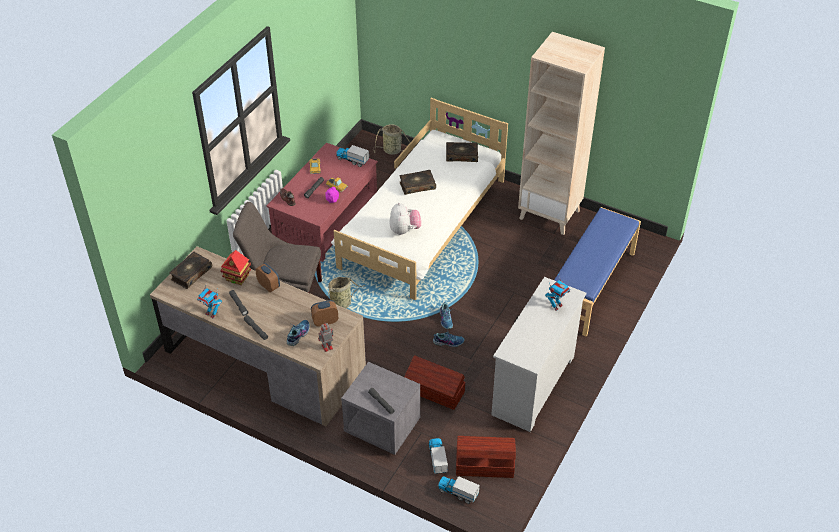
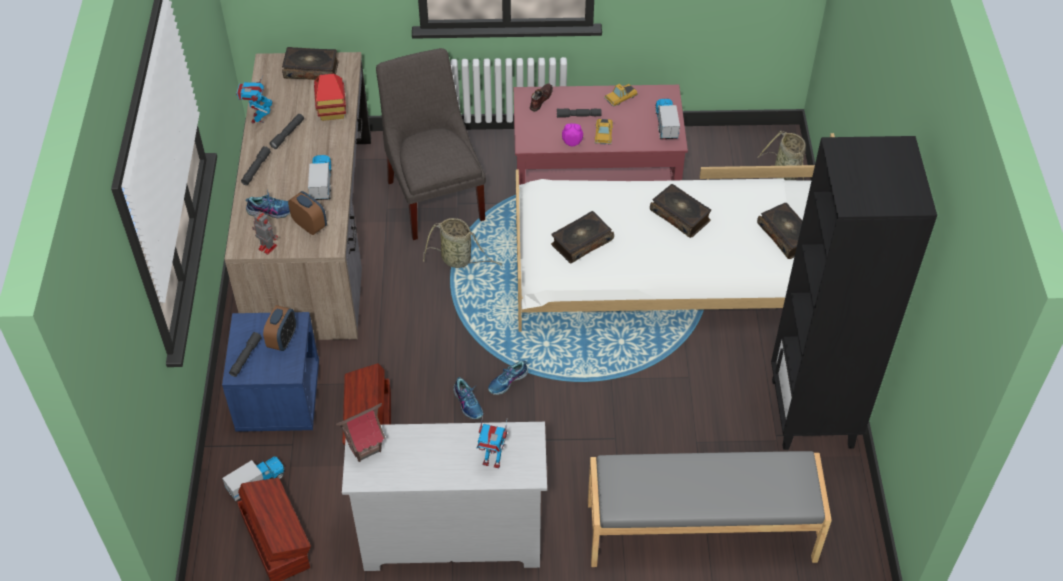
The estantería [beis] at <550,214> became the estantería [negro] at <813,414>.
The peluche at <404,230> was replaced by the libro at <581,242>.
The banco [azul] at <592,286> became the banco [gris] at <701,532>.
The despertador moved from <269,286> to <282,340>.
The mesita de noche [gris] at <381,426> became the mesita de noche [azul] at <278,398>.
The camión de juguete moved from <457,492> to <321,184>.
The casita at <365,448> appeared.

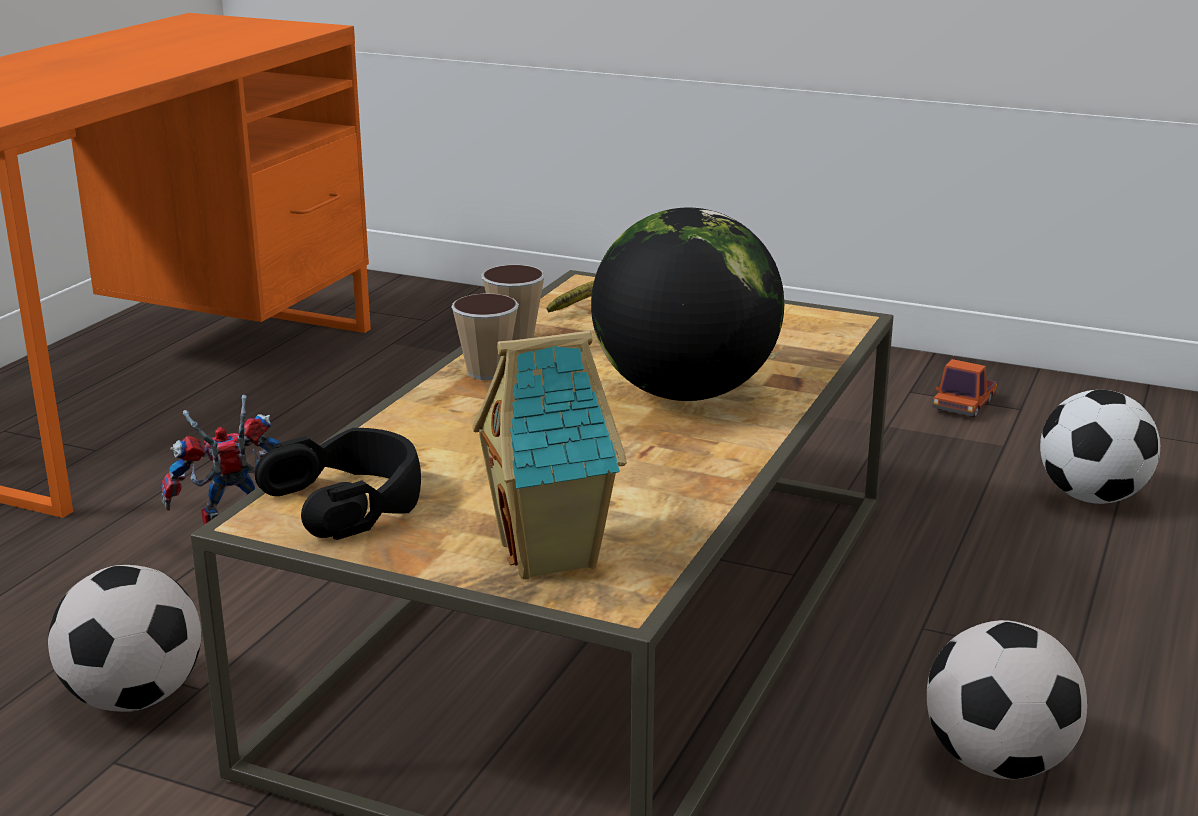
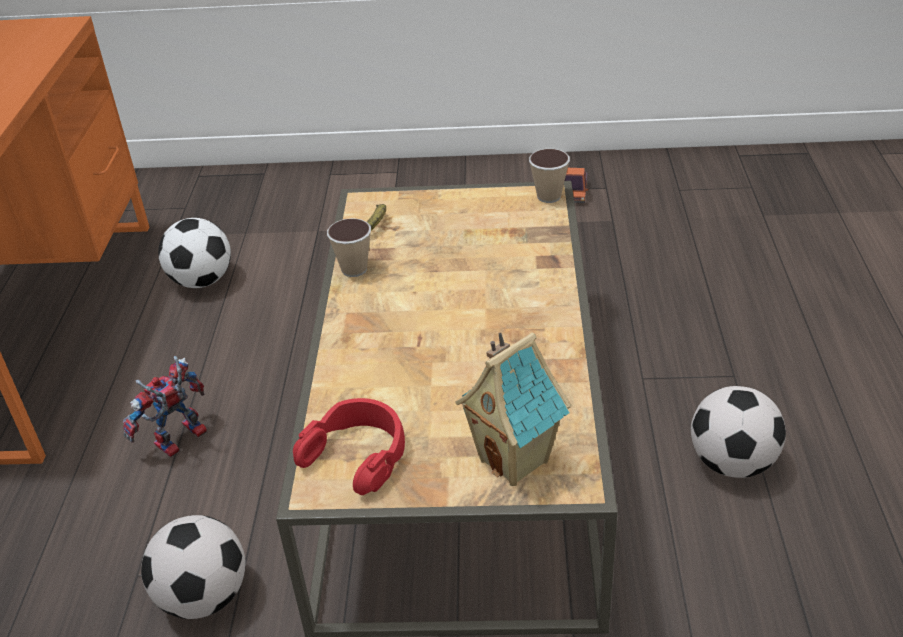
The globo terráqueo at <685,393> disappeared.
The taza moved from <487,372> to <549,196>.
The balón de fútbol moved from <1092,497> to <202,281>.
The auriculares [negro] at <348,501> became the auriculares [rojo] at <357,454>.

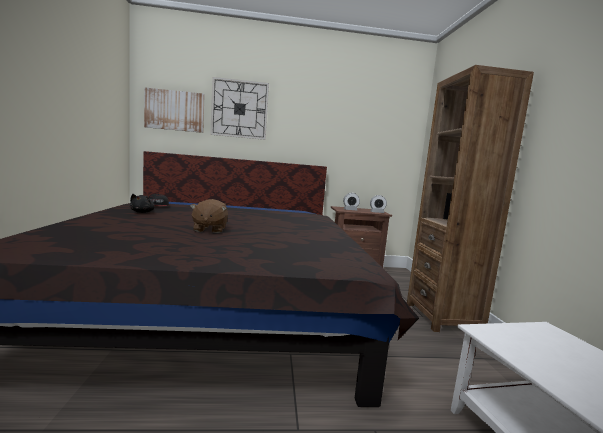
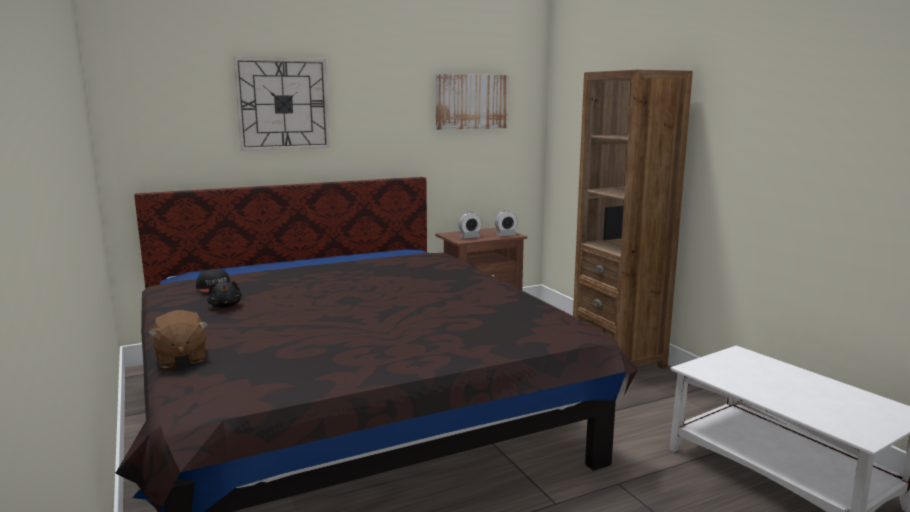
The cuadro moved from <174,110> to <471,102>.
The peluche [marrón] moved from <209,229> to <180,358>.

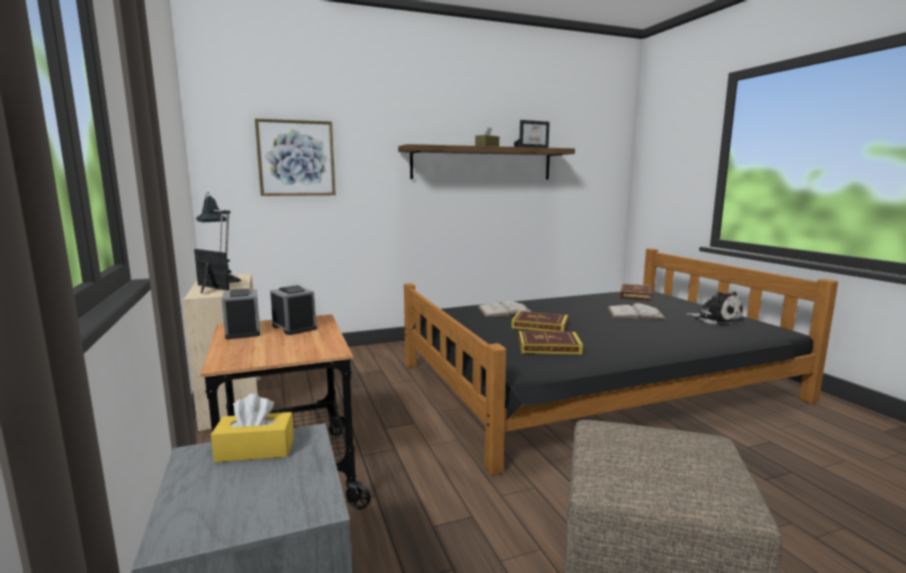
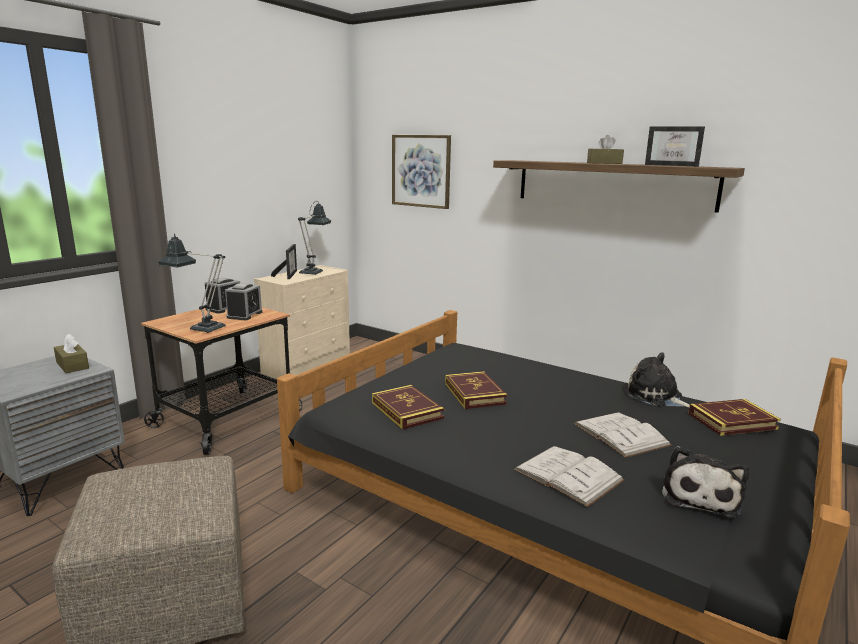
The libro [blanco] moved from <505,311> to <568,475>.
The caja de pañuelos [amarillo] at <255,450> became the caja de pañuelos [marrón] at <72,365>.
The lámpara de mesa at <202,328> appeared.
The peluche at <656,396> appeared.

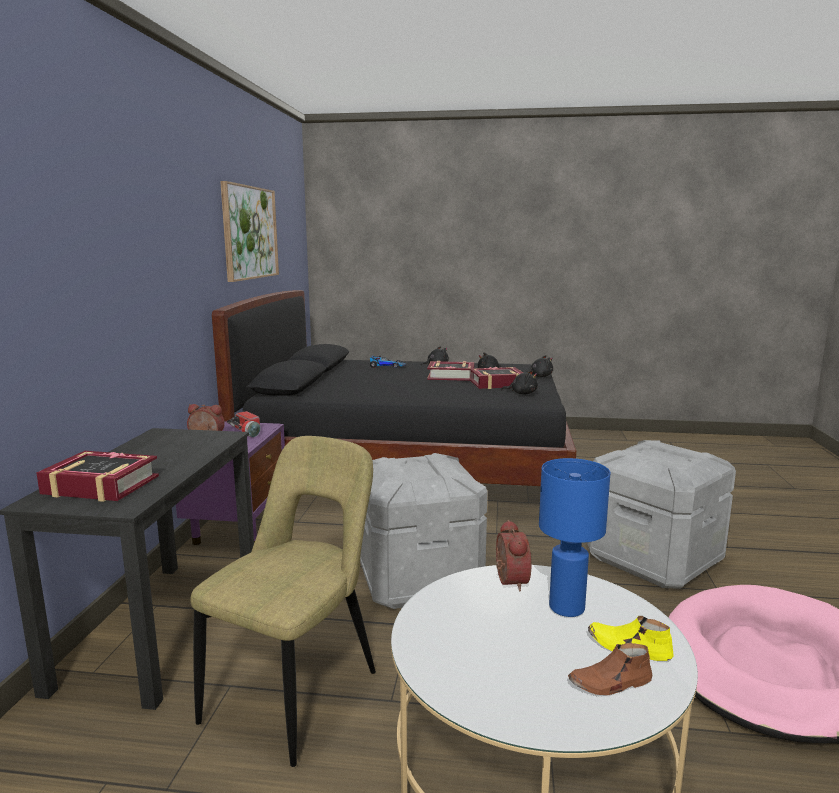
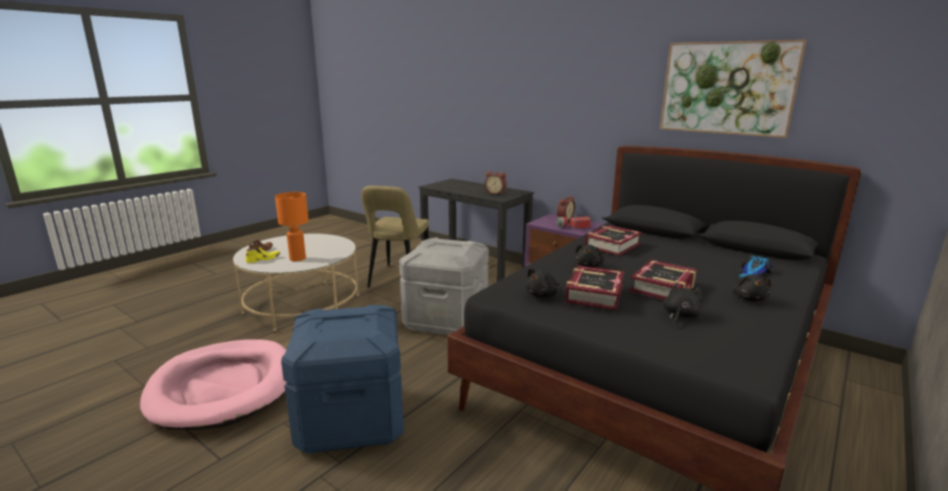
The peluche [negro] moved from <539,376> to <588,266>.
The silla [beis] at <297,691> turned 45 degrees clockwise.
The caja de almacenaje [gris] at <654,559> became the caja de almacenaje [azul] at <351,420>.
The libro moved from <100,485> to <612,245>.
The lámpara de mesa [azul] at <566,607> became the lámpara de mesa [naranja] at <298,259>.
The despertador moved from <508,581> to <495,193>.

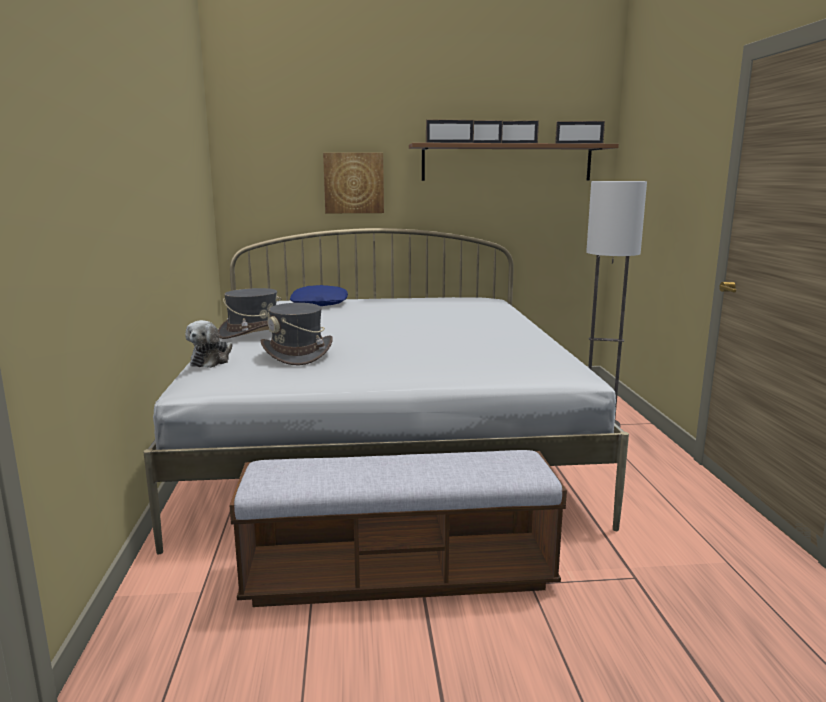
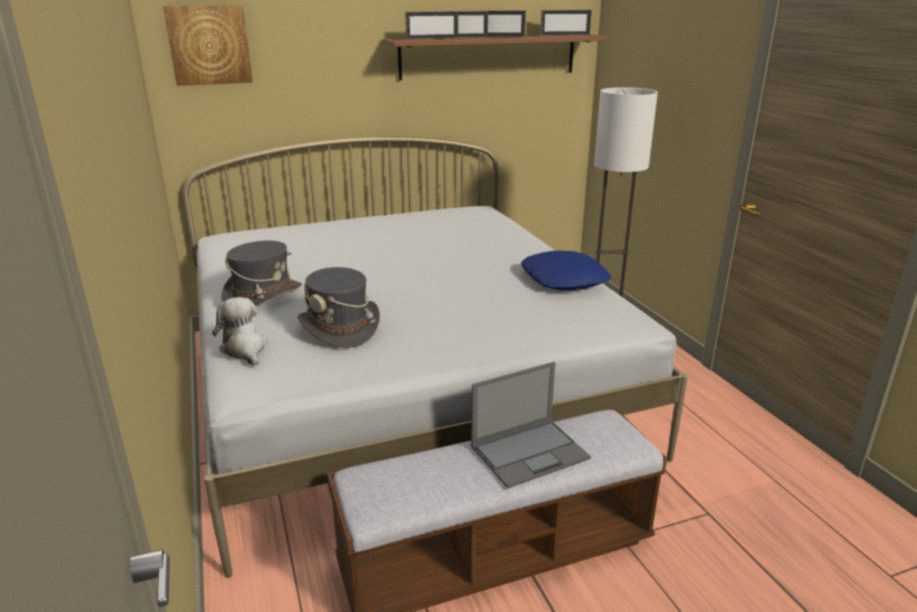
The cuadro moved from <354,183> to <209,45>.
The cojín [azul] moved from <320,303> to <564,279>.
The peluche at <211,360> turned 150 degrees clockwise.
The portátil at <530,452> appeared.

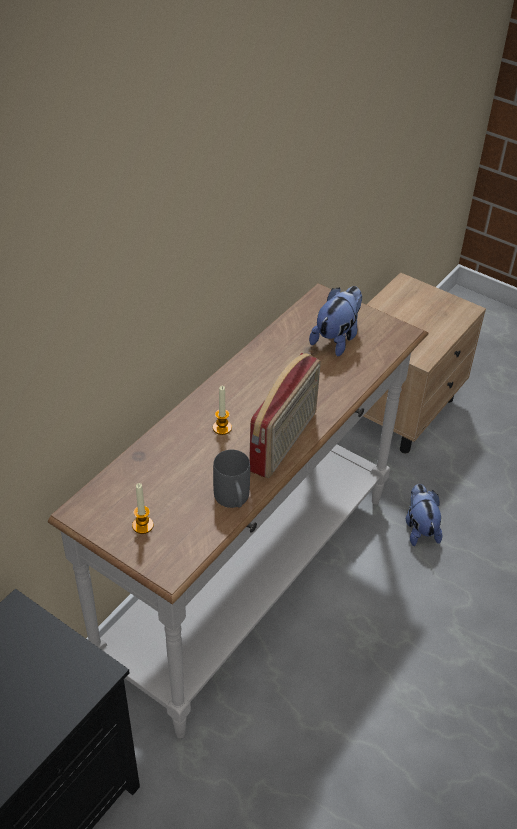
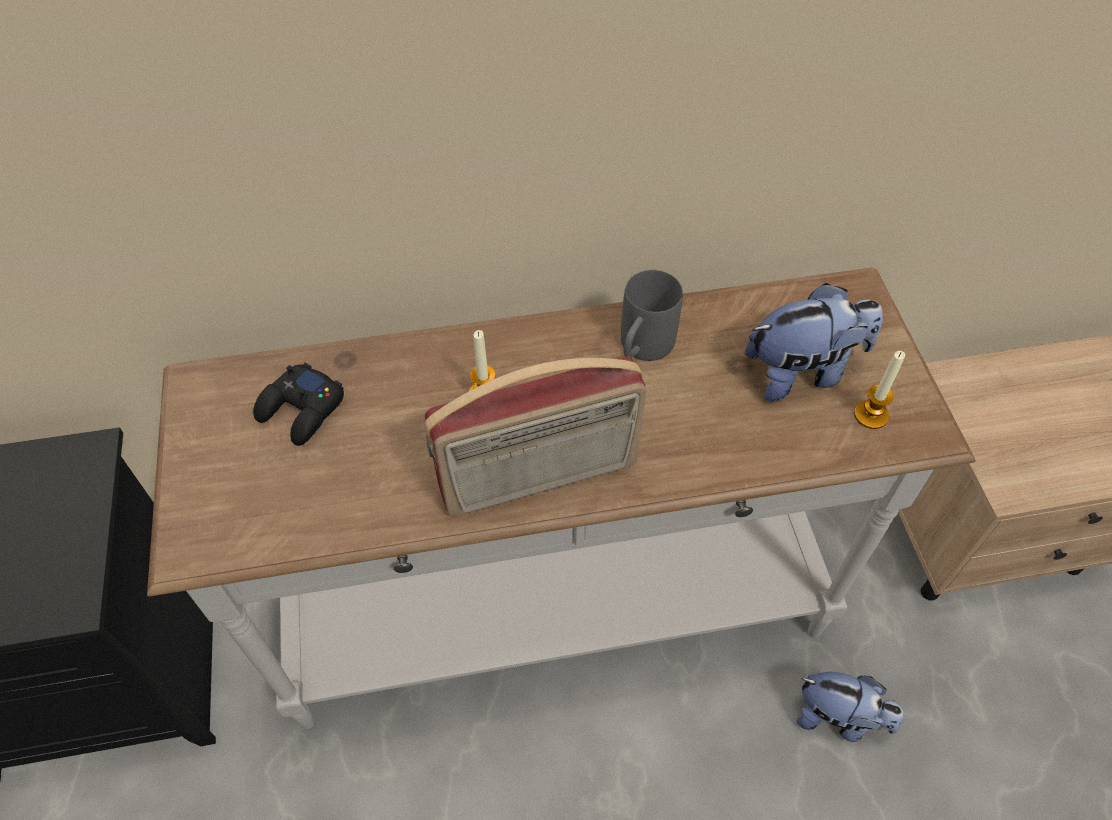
The taza grande [gris] moved from <233,501> to <641,349>.
The vela moved from <143,525> to <871,415>.
The peluche at <419,528> turned 75 degrees clockwise.
The mando de consola [negro] at <302,410> appeared.

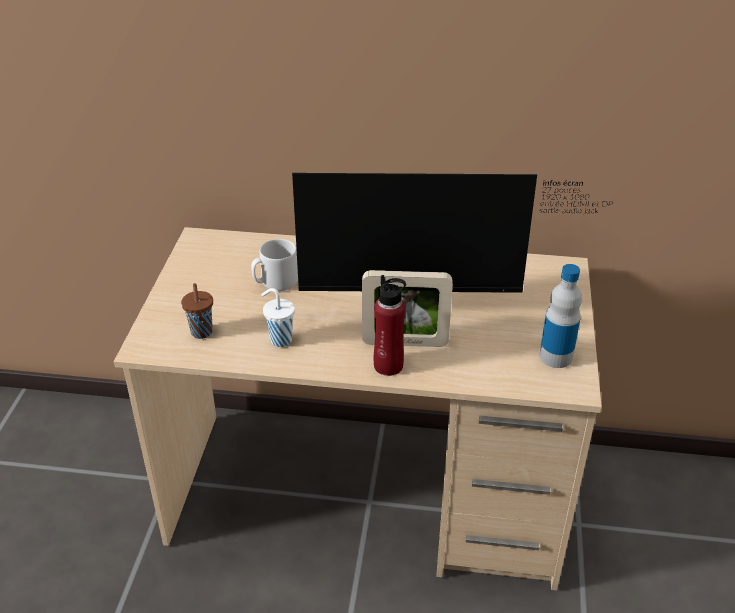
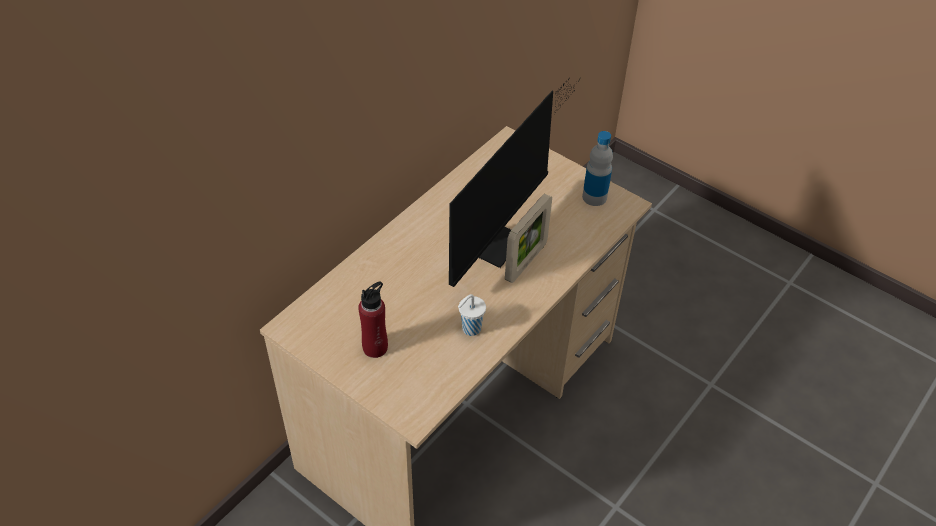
The taza grande [gris] at <275,282> disappeared.
The botella [rojo] moved from <388,365> to <375,347>.
The taza [marrón] at <202,333> disappeared.

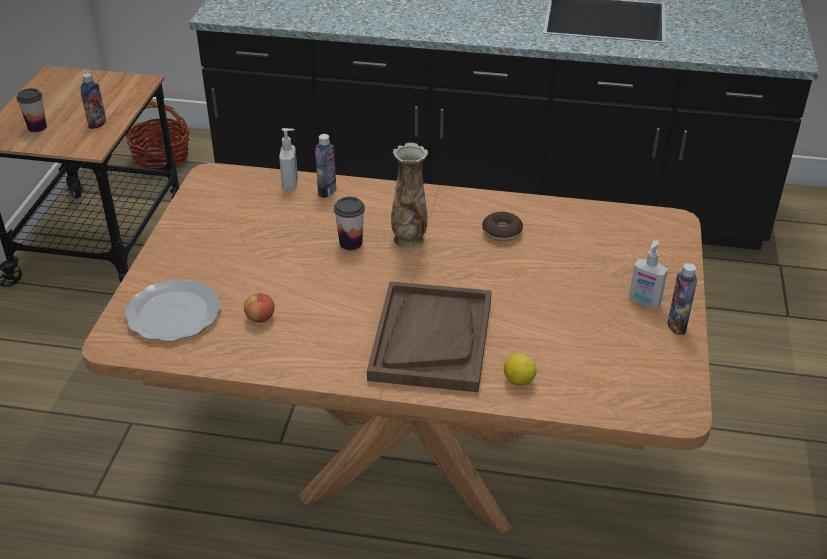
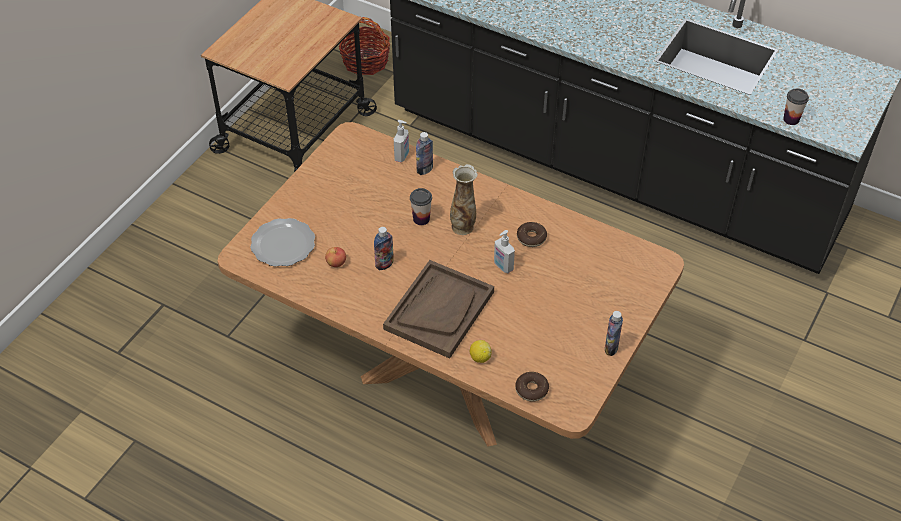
The botella moved from <97,124> to <384,264>.
The taza moved from <37,127> to <791,119>.
The dispensador de jabón moved from <644,301> to <503,266>.
The rosquilla at <531,390> appeared.

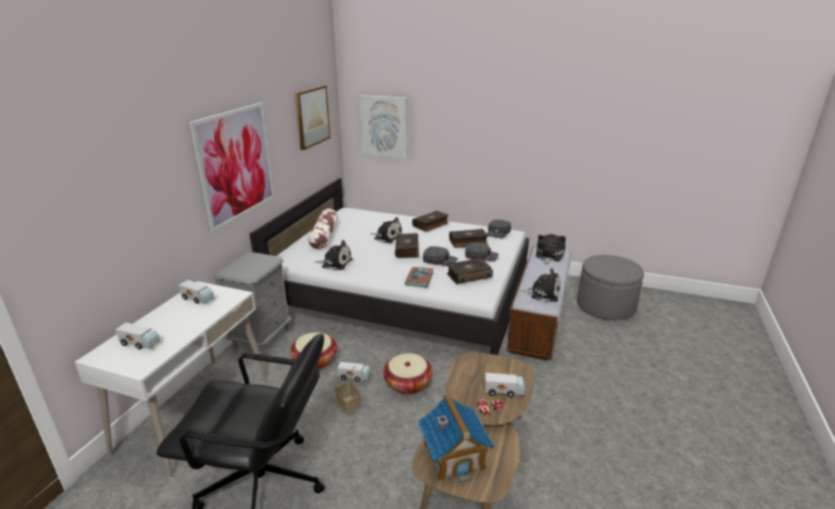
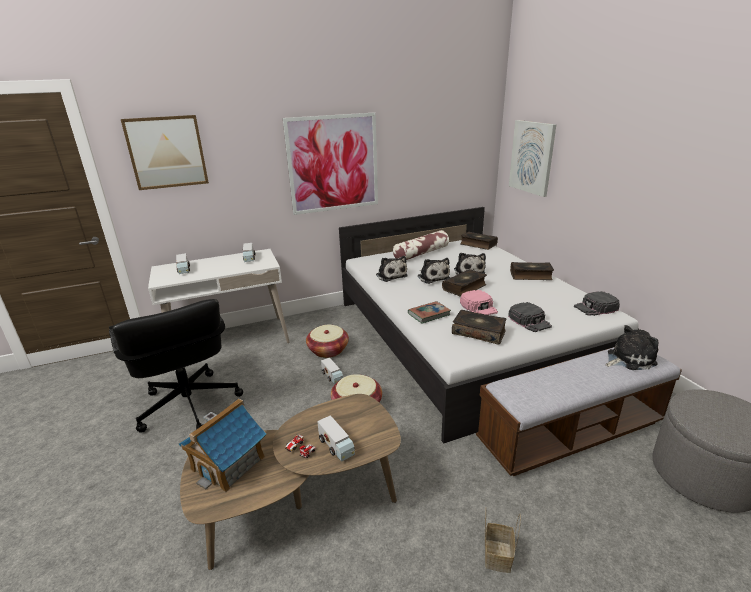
The cuadro moved from <312,116> to <167,152>.
The libro moved from <468,242> to <478,244>.
The gorra [negro] at <440,259> became the gorra [rosa] at <479,307>.
The mesita de noche [gris] at <262,337> disappeared.
The peluche moved from <543,293> to <432,277>.
The cesta moved from <347,404> to <497,554>.

